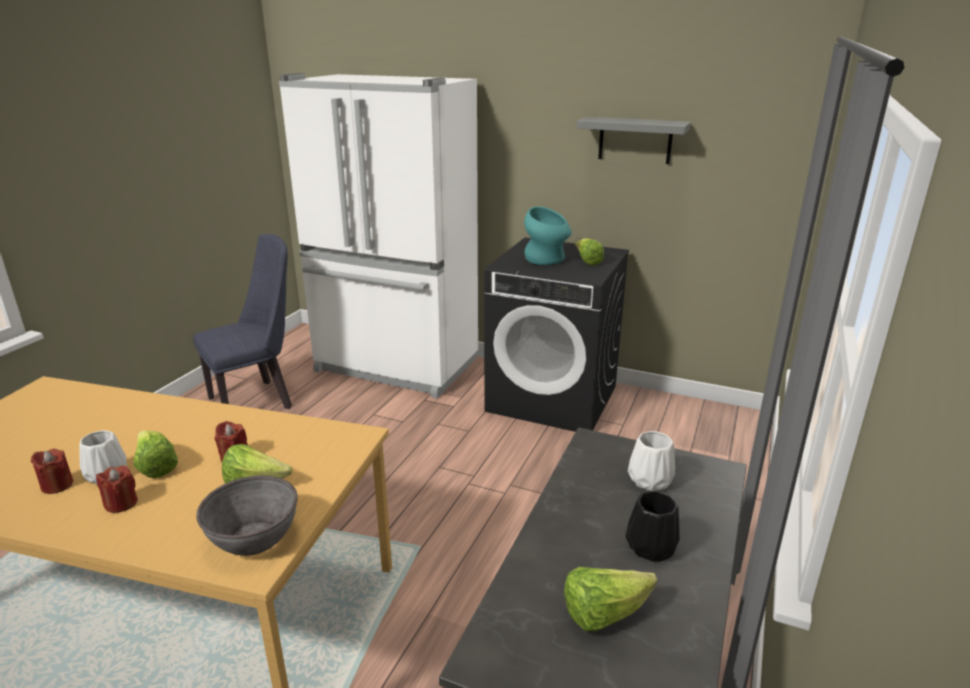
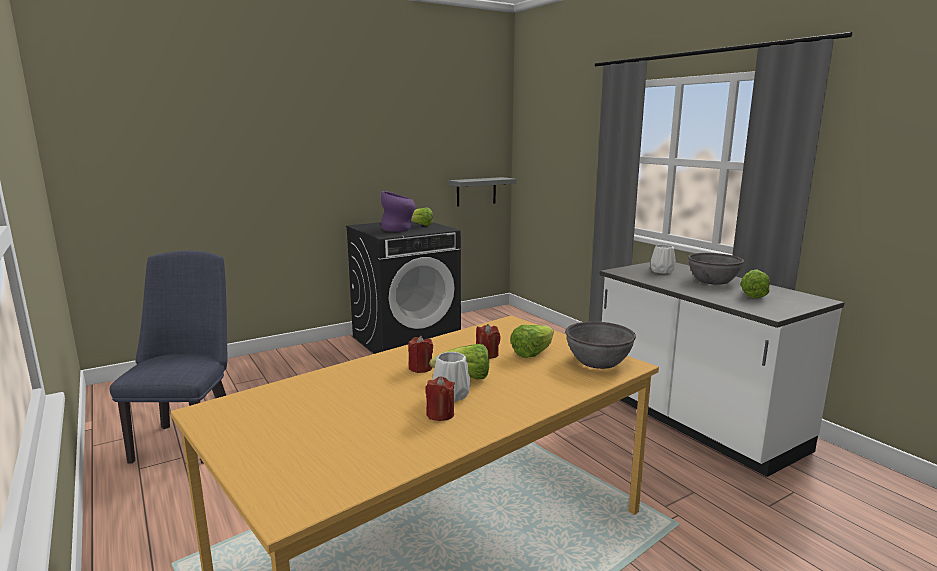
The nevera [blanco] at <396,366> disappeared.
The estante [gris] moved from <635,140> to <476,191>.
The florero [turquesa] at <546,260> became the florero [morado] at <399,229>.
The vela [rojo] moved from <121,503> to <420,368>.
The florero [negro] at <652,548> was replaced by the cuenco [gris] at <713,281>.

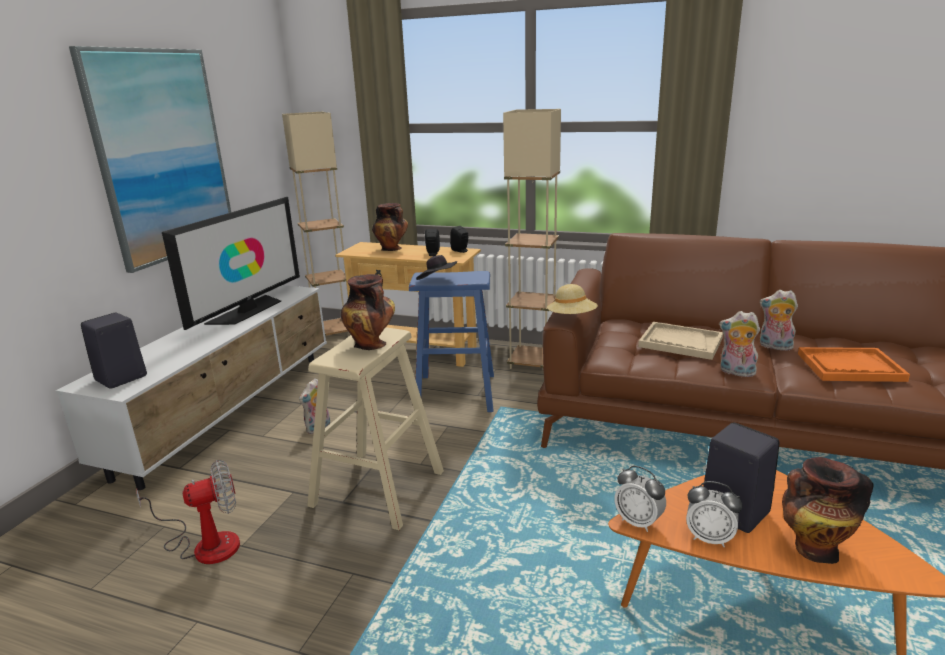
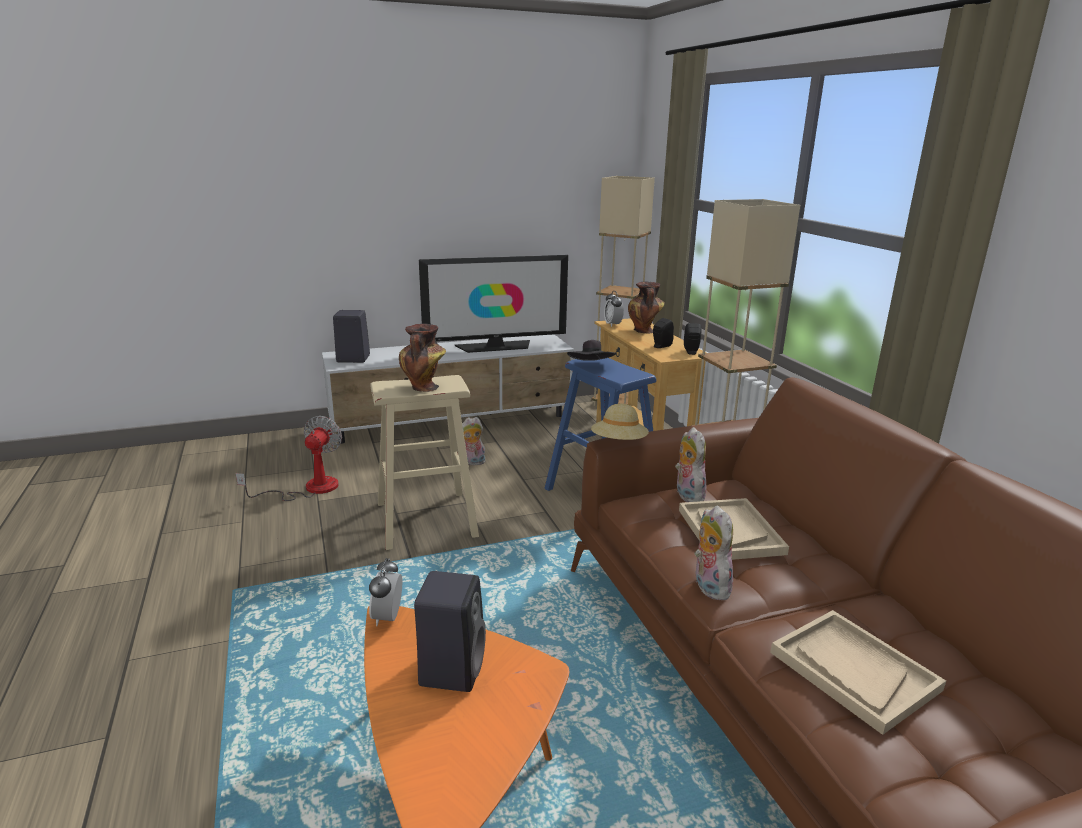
The cuadro at <162,156> disappeared.
The peluche moved from <774,347> to <687,495>.
The bandeja [naranja] at <849,367> became the bandeja [beis] at <853,671>.
The florero at <814,548> disappeared.
The ventilador at <205,544> turned 105 degrees counterclockwise.
The despertador moved from <709,538> to <613,325>.

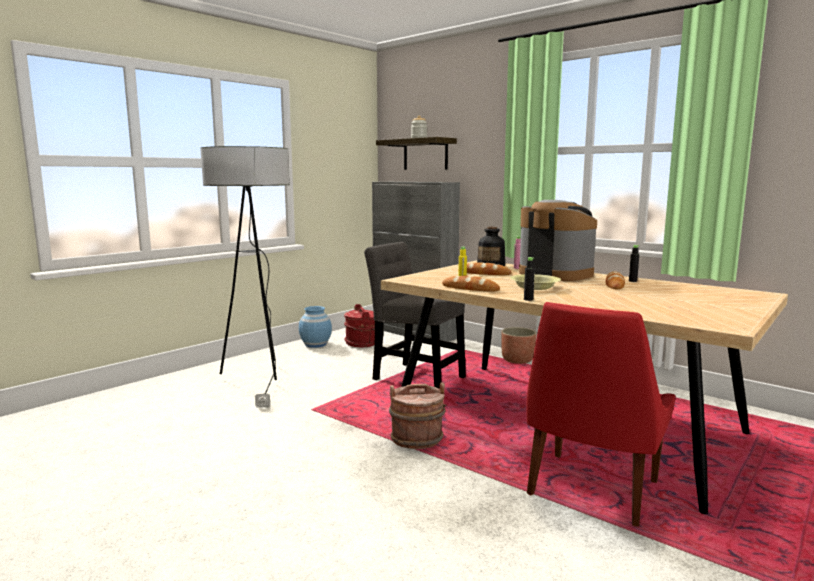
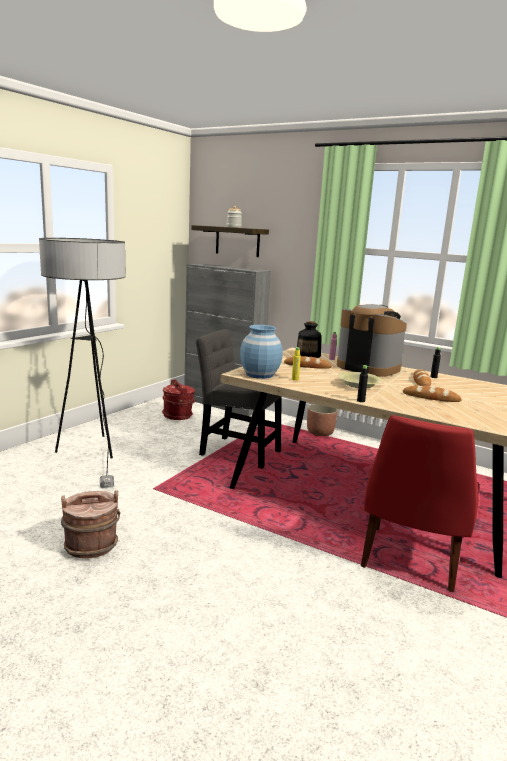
The pan moved from <470,288> to <431,397>.
The florero [azul] moved from <315,344> to <260,374>.
The cubo [marrón] moved from <417,439> to <91,545>.

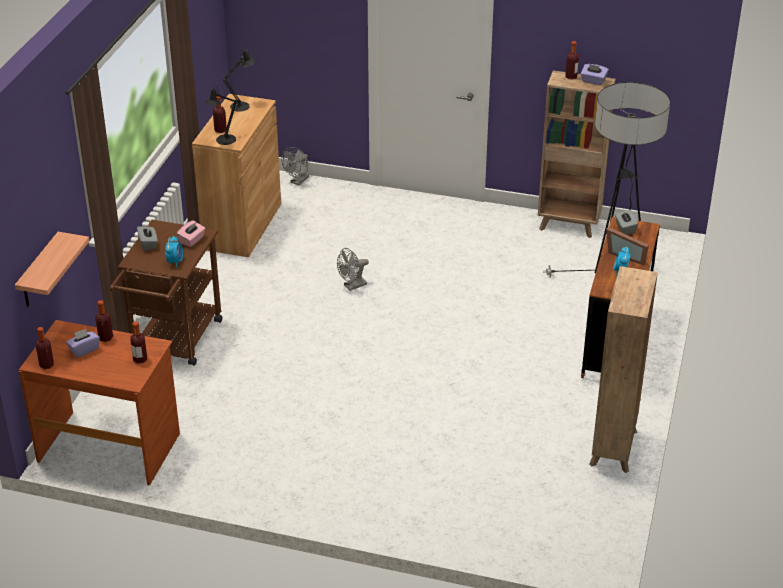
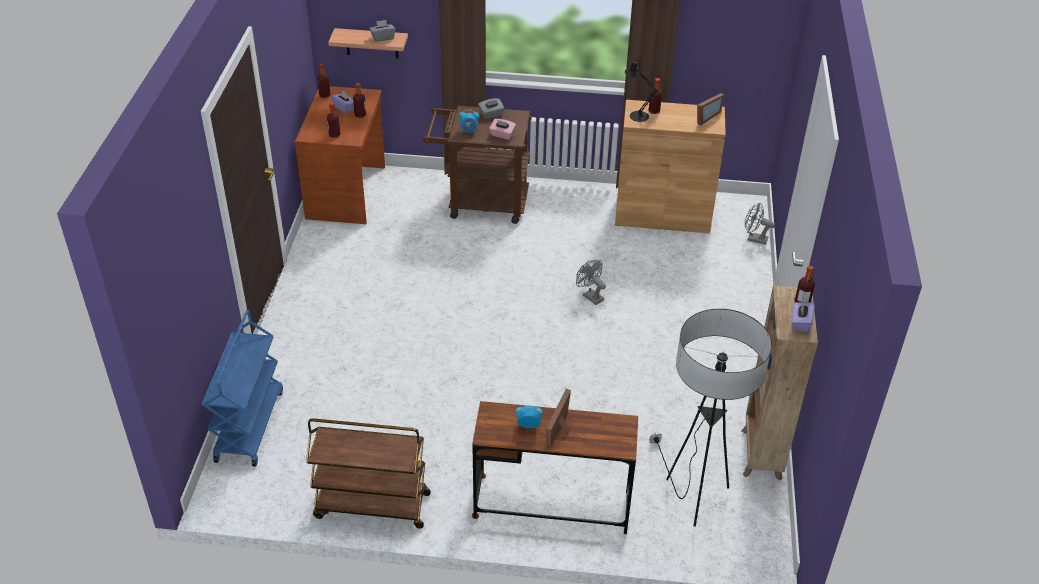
The lámpara de mesa [negro] at <242,105> was replaced by the portarretratos at <705,117>.
The caja de pañuelos [gris] moved from <625,228> to <382,38>.
The estantería [marrón] at <612,449> was replaced by the carrito [marrón] at <371,506>.
The carrito [azul] at <249,425> appeared.

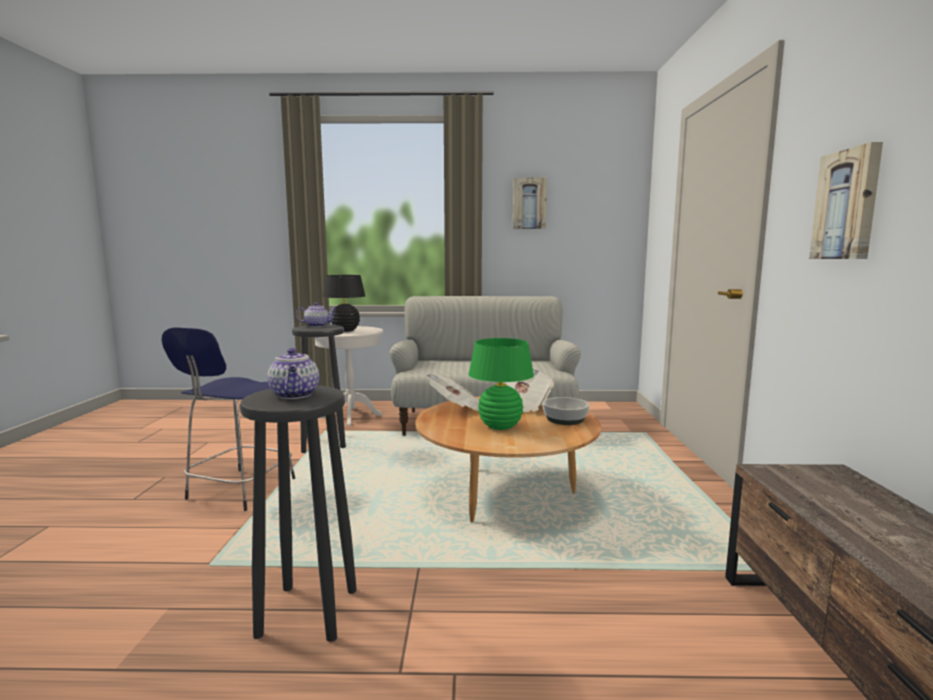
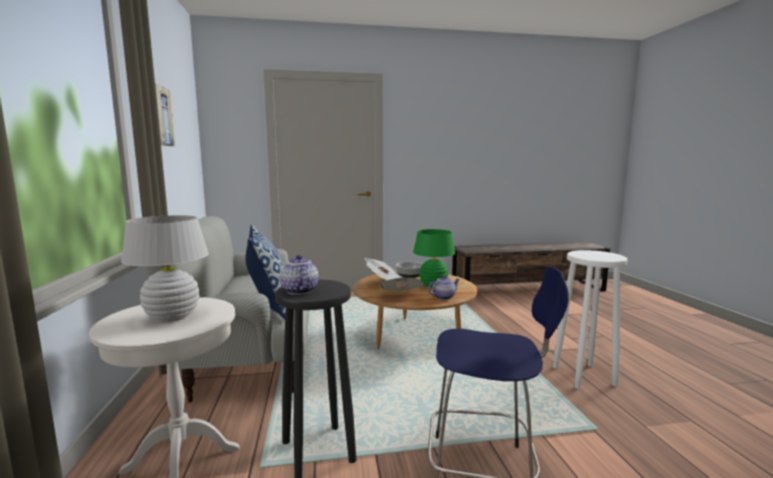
The cuadro at <848,205> disappeared.
The lámpara de mesa [negro] at <345,330> became the lámpara de mesa [blanco] at <172,317>.
The tetera moved from <295,395> to <444,297>.
The taburete [negro] at <307,612> became the taburete [blanco] at <584,376>.
The cojín at <270,307> appeared.

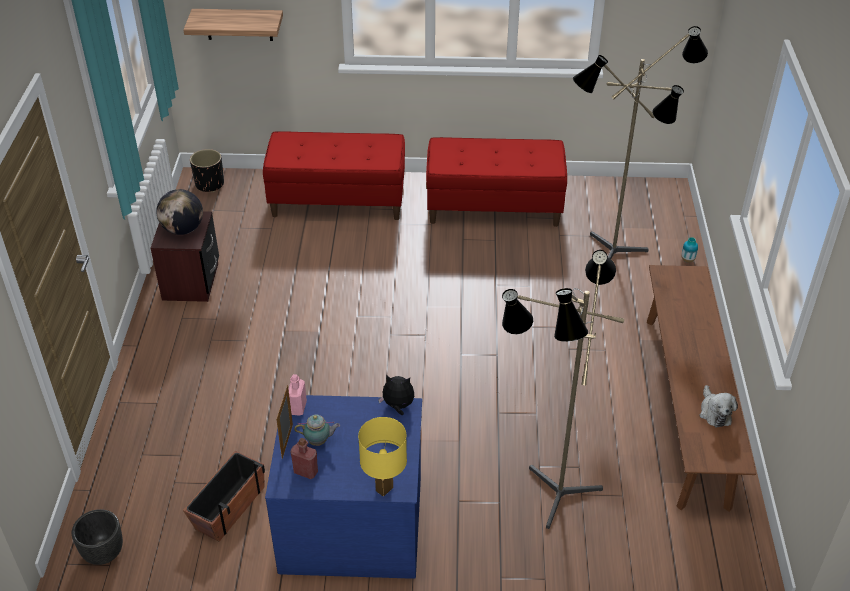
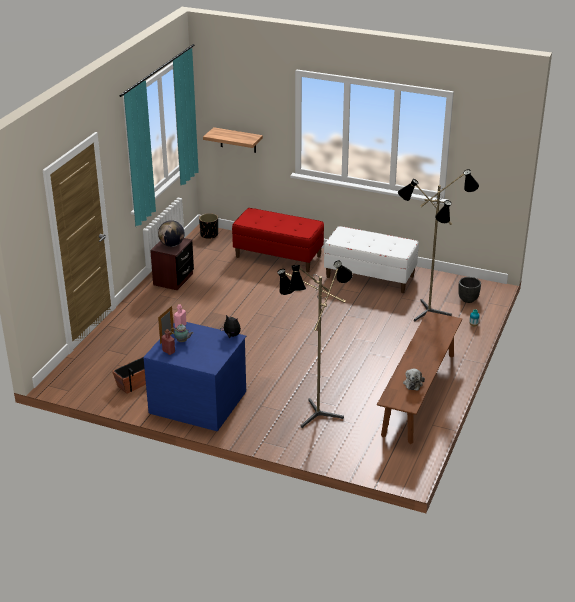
The banco [rojo] at <494,207> became the banco [blanco] at <370,276>.
The lámpara de mesa [amarillo] at <384,489> disappeared.
The maceta [negro] moved from <104,553> to <468,299>.

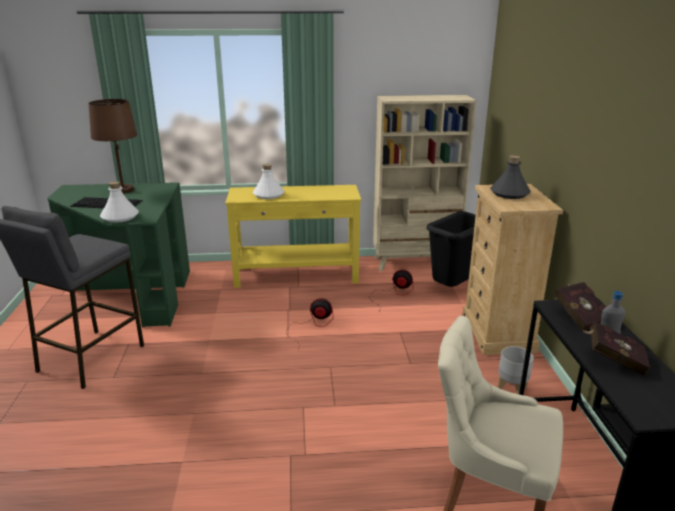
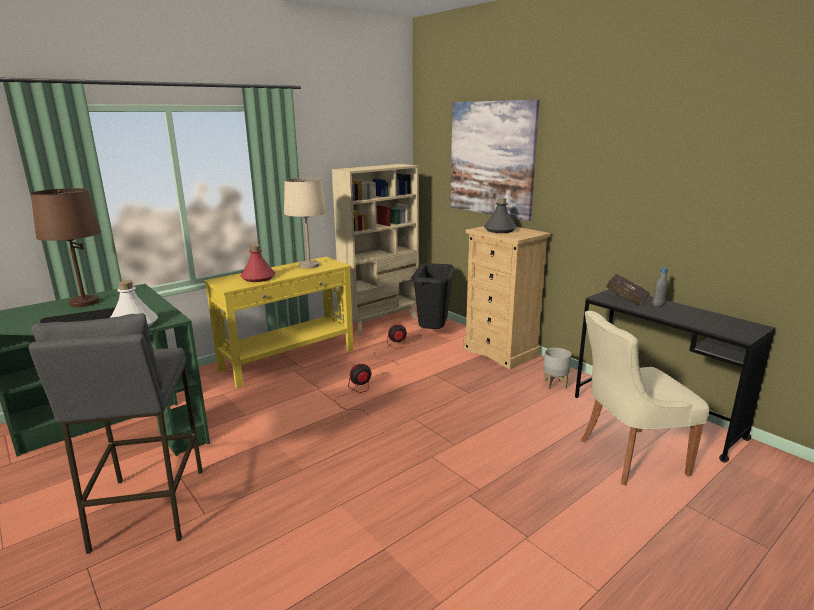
The botella [blanco] at <268,195> became the botella [rojo] at <258,278>.
The libro [rojo] at <612,360> disappeared.
The cuadro at <491,159> appeared.
The lámpara de mesa [beis] at <309,265> appeared.

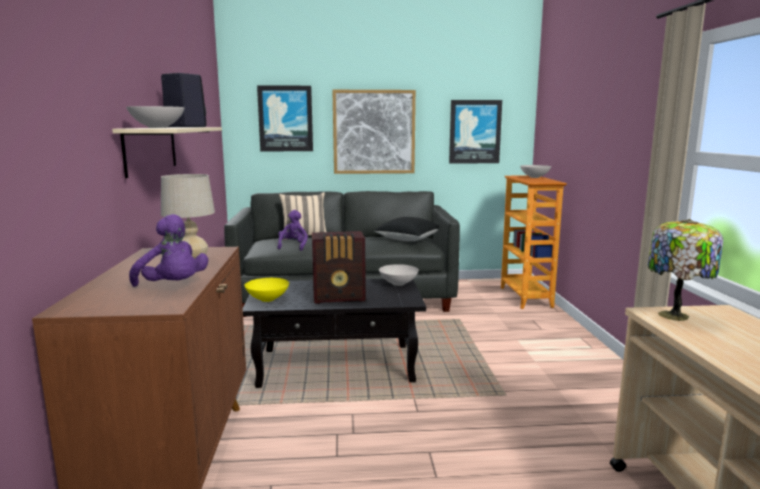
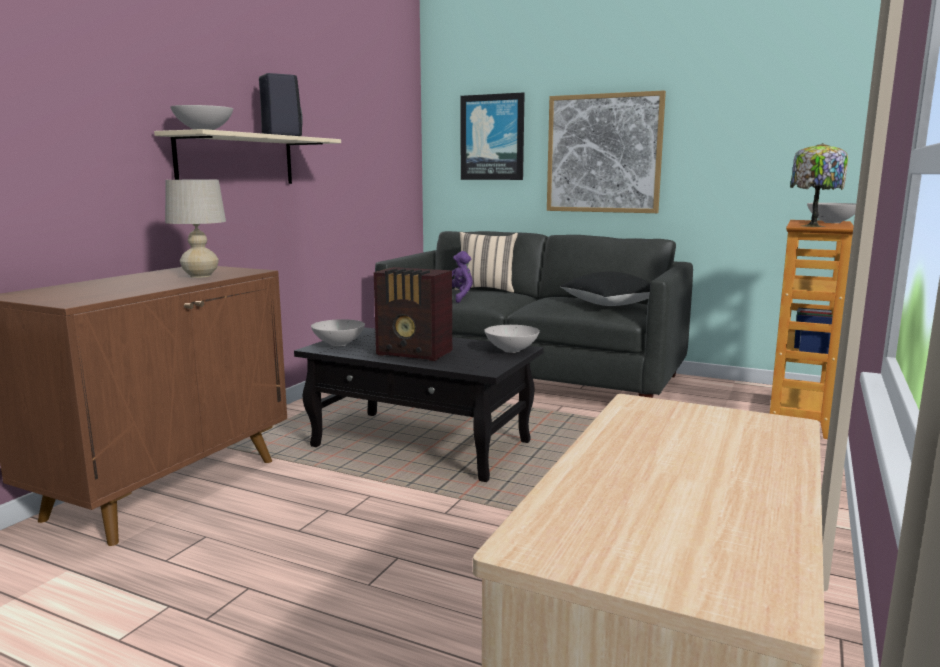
The cuadro at <475,132> disappeared.
The peluche [morado] at <173,287> disappeared.
The lámpara de mesa moved from <675,316> to <812,226>.
The cuenco [amarillo] at <268,299> became the cuenco [blanco] at <339,344>.

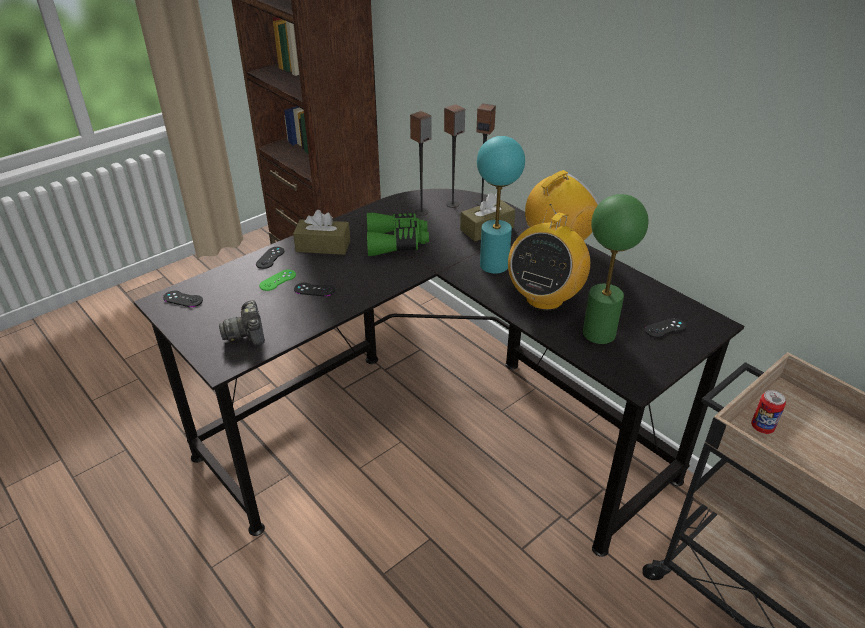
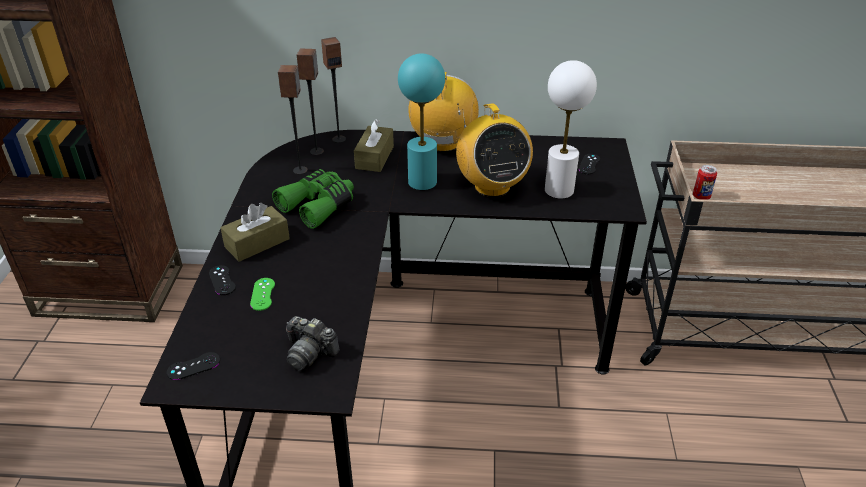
The lámpara de mesa [verde] at <599,334> became the lámpara de mesa [blanco] at <559,190>.
The mando de consola [negro] at <314,290> disappeared.

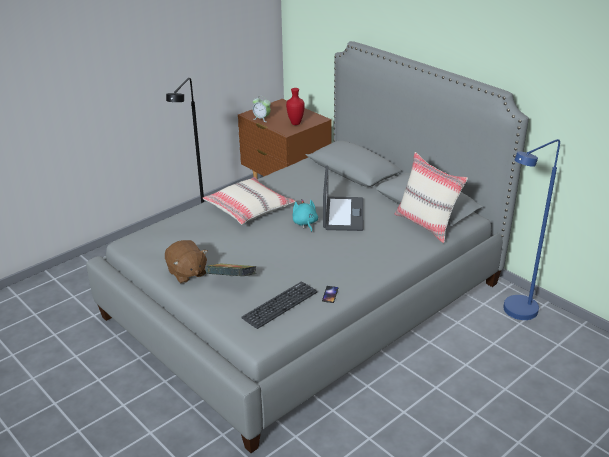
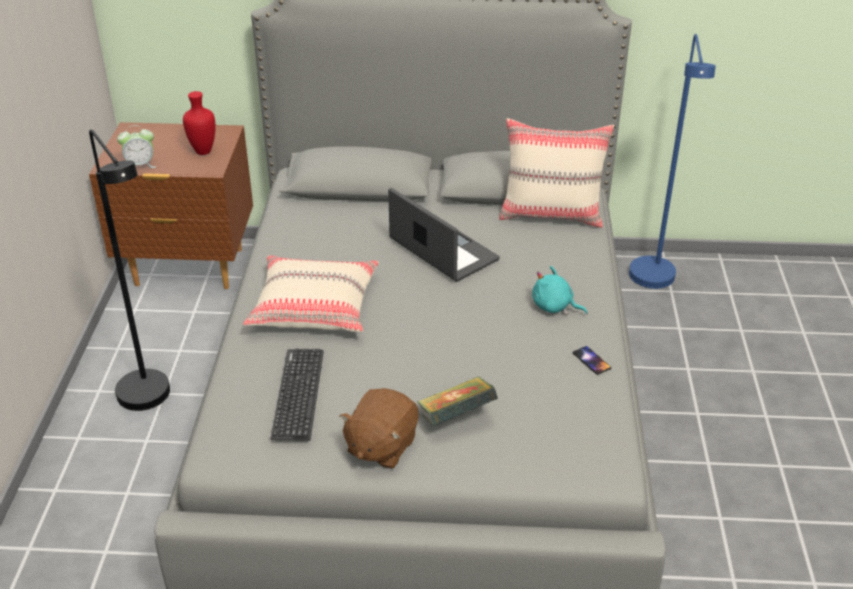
The peluche [turquesa] moved from <305,223> to <554,307>.
The peluche [marrón] at <186,273> turned 105 degrees clockwise.
The teclado moved from <280,305> to <298,394>.

